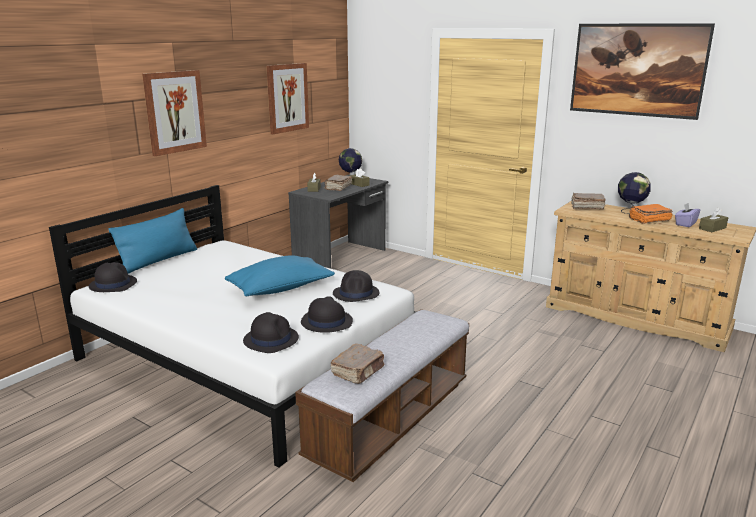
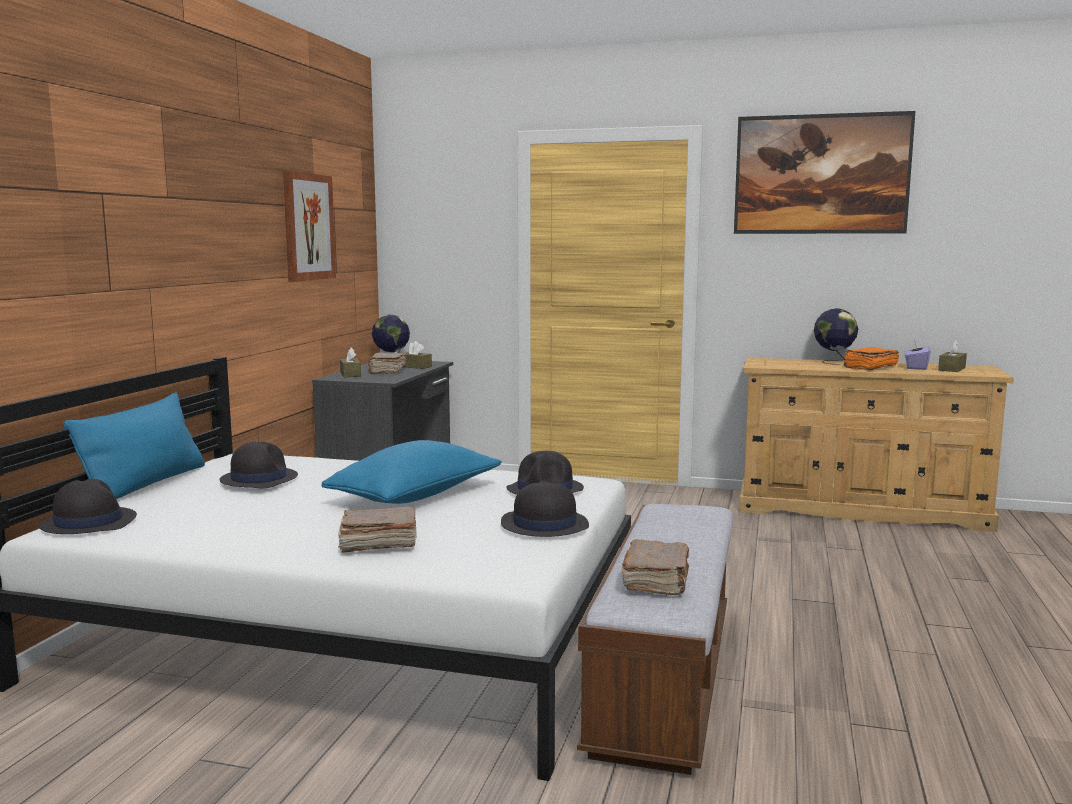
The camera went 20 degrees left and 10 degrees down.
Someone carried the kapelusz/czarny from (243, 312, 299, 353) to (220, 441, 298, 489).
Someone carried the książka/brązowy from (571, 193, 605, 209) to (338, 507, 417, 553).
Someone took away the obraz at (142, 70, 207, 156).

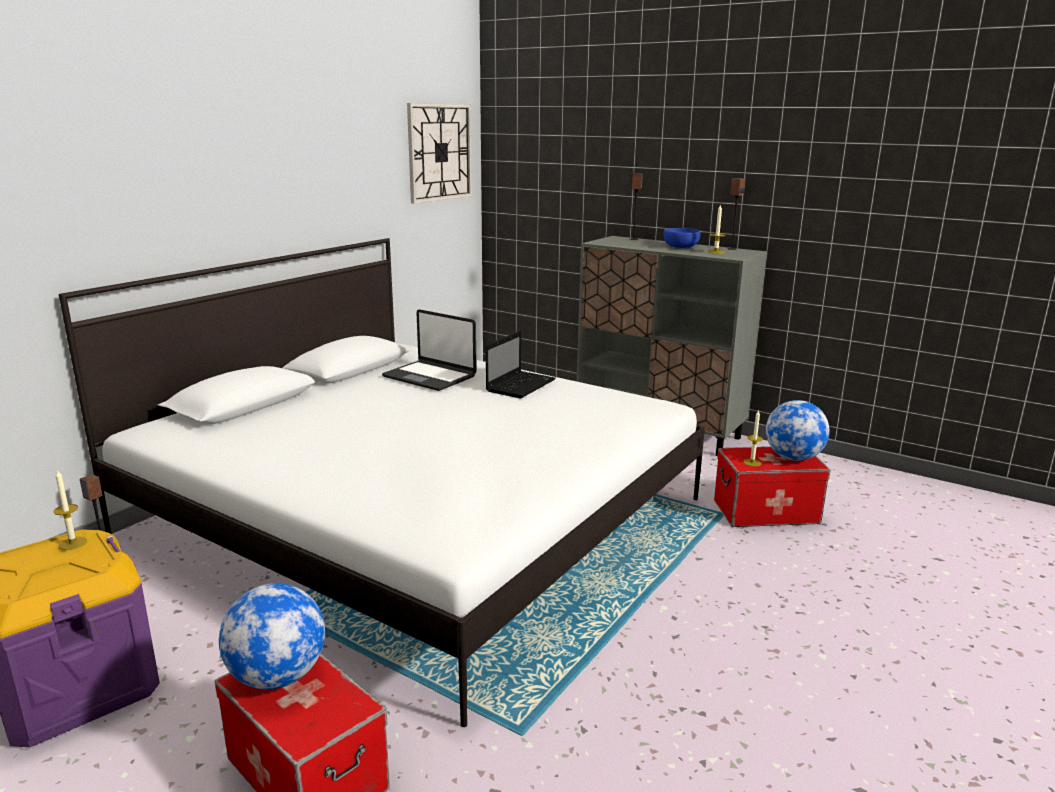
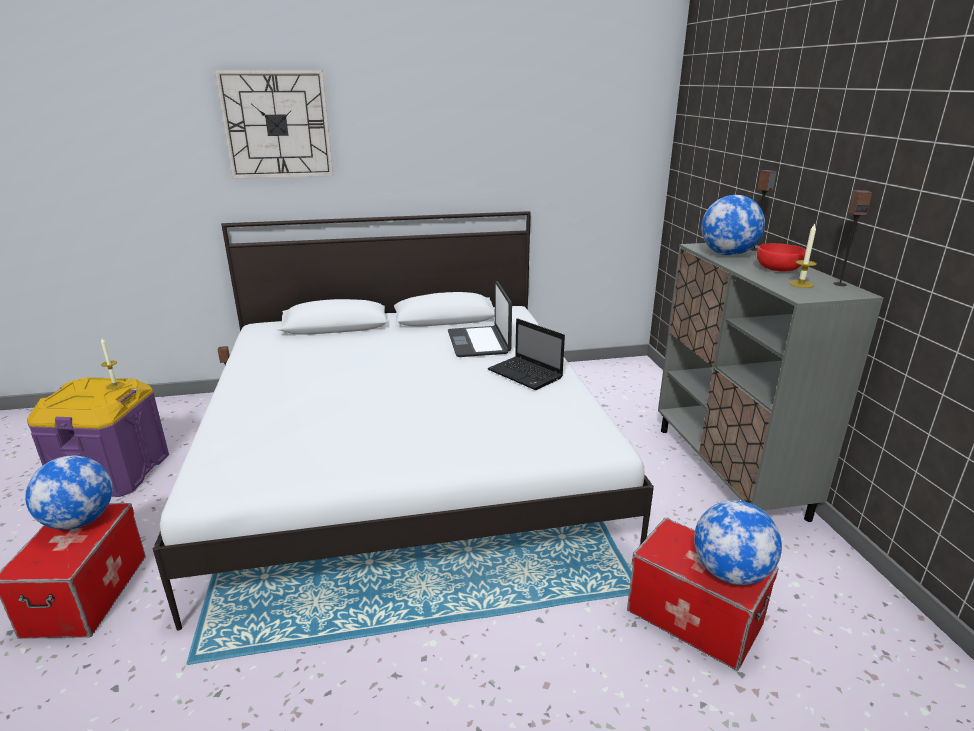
The camera went 45 degrees right and 5 degrees up.
Someone carried the zegar ścienny from (407, 103, 472, 204) to (214, 70, 333, 179).
Someone rotated the laptop at (486, 331, 556, 398) by 60 degrees clockwise.
Someone put down the globus at (701, 195, 765, 256).
Someone repainted the miska/niebieski at (663, 228, 700, 248), which became the miska/czerwony at (757, 243, 806, 272).
Someone took away the świeca at (743, 410, 763, 467).

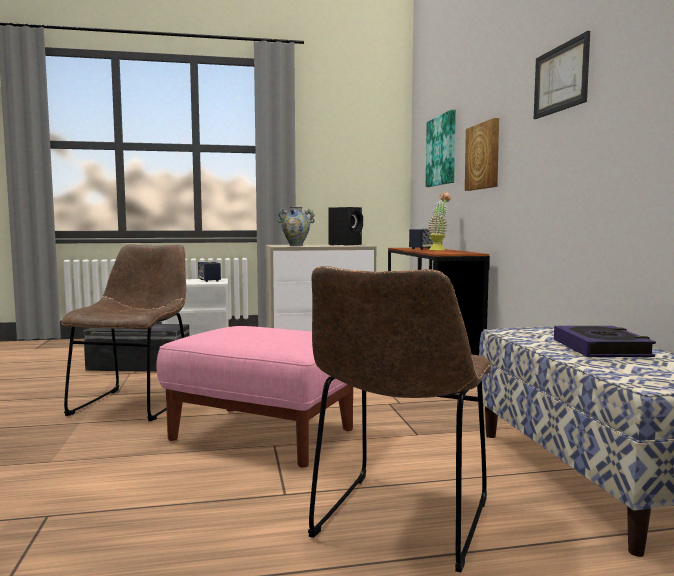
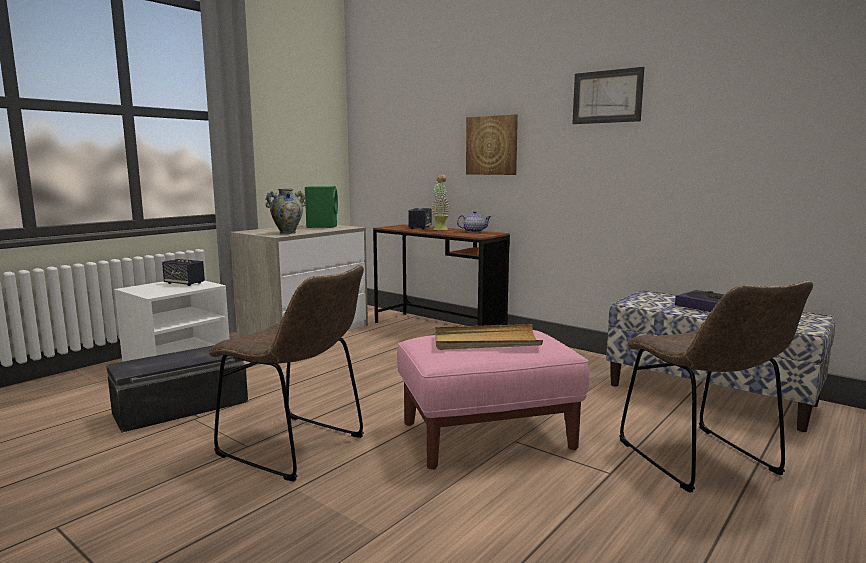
The camera went 40 degrees left and 5 degrees up.
Someone rotated the krzesło/brązowy at (61, 244, 186, 421) by 150 degrees clockwise.
Someone repainted the głośnik/czarny at (328, 207, 363, 246), which became the głośnik/zielony at (305, 186, 338, 228).
Someone put down the taca/beżowy at (435, 324, 543, 350).
Someone put down the imbryk at (457, 211, 492, 233).
Someone took away the obraz at (426, 110, 456, 187).

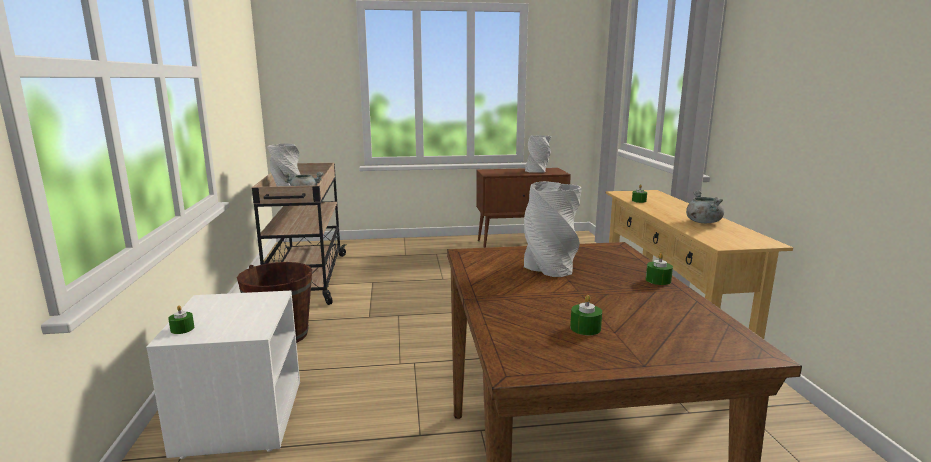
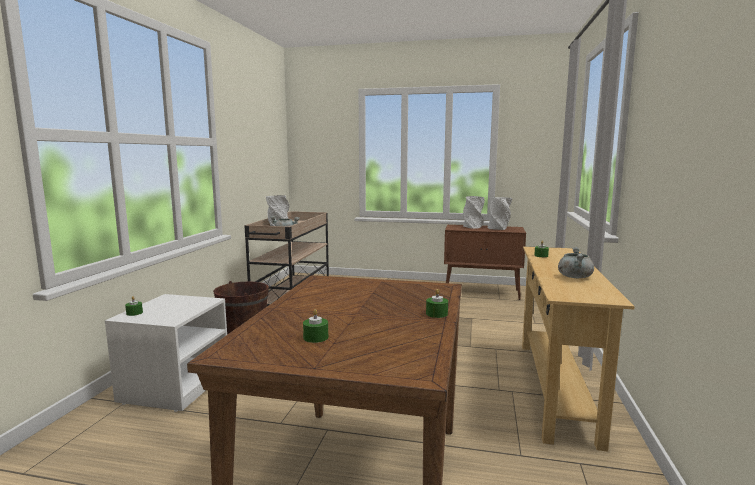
The camera went 20 degrees right and 5 degrees down.
Someone carried the wazon/szary from (524, 181, 582, 277) to (463, 196, 485, 229).

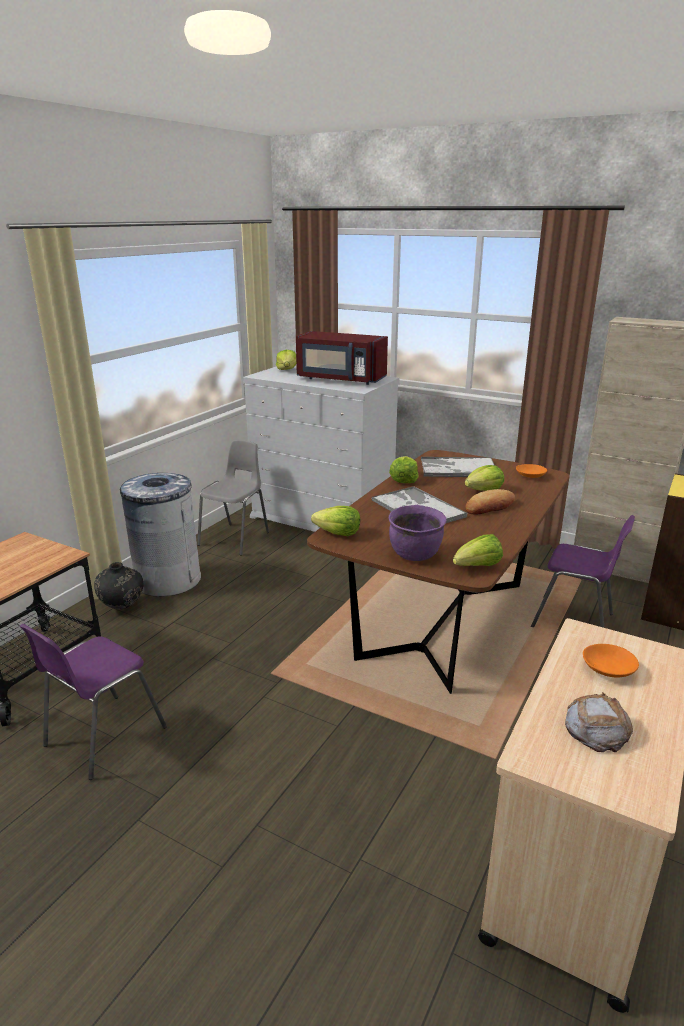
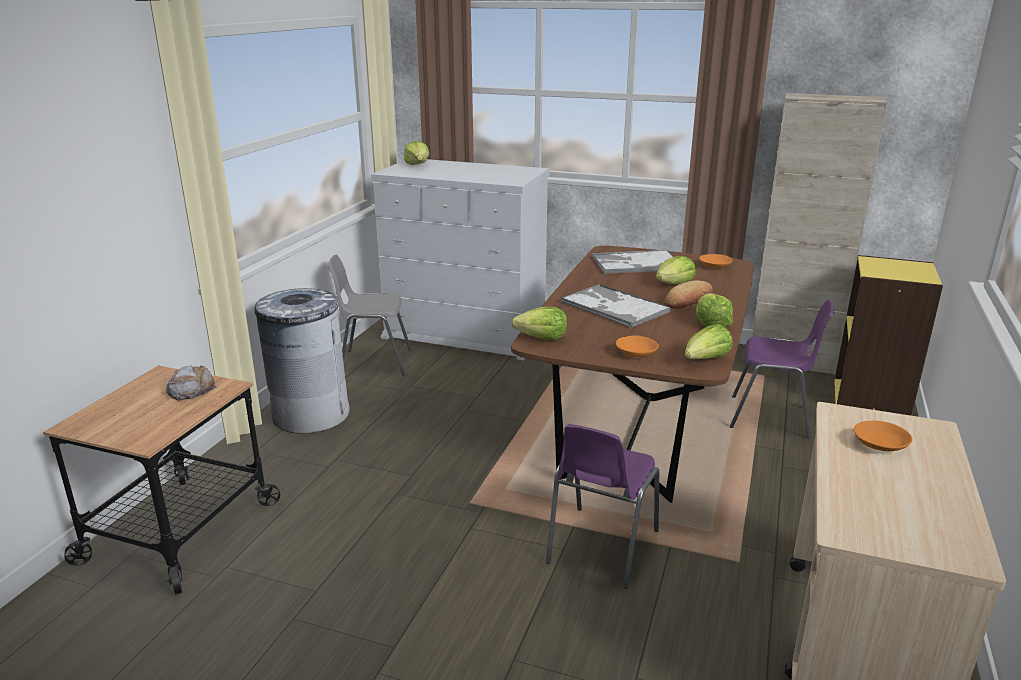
The camera went 10 degrees left and 0 degrees up.
Someone carried the chleb from (565, 692, 633, 752) to (166, 365, 216, 400).
Someone rotated the krzesło/szary at (197, 440, 269, 556) by 105 degrees counterclockwise.
Someone carried the krzesło/fioletowy from (19, 624, 167, 780) to (546, 424, 659, 589).
Someone swapped the garnek/fioletowy at (389, 505, 446, 561) for the miska/pomarańczowy at (616, 335, 659, 357).
Someone carried the sałata from (389, 456, 418, 483) to (696, 293, 733, 327).
Someone took away the wazon/czarny at (94, 562, 143, 610).
Someone took away the mikrofalówka/czerwony at (296, 331, 388, 385).

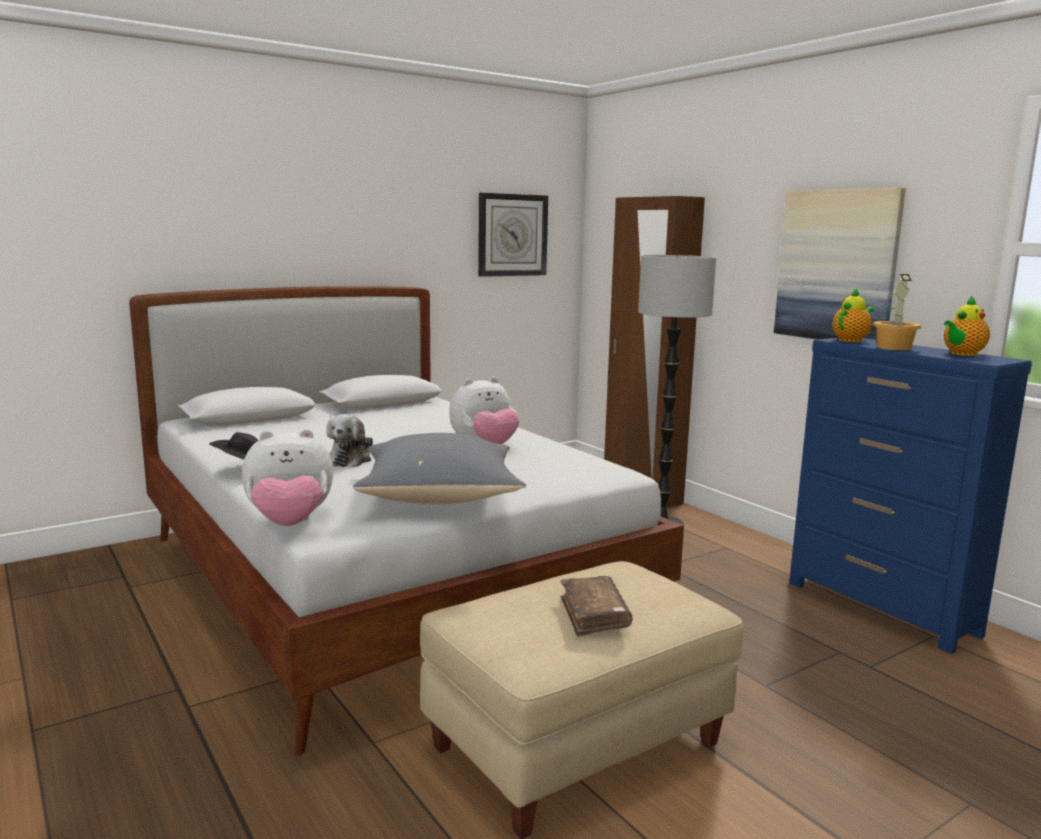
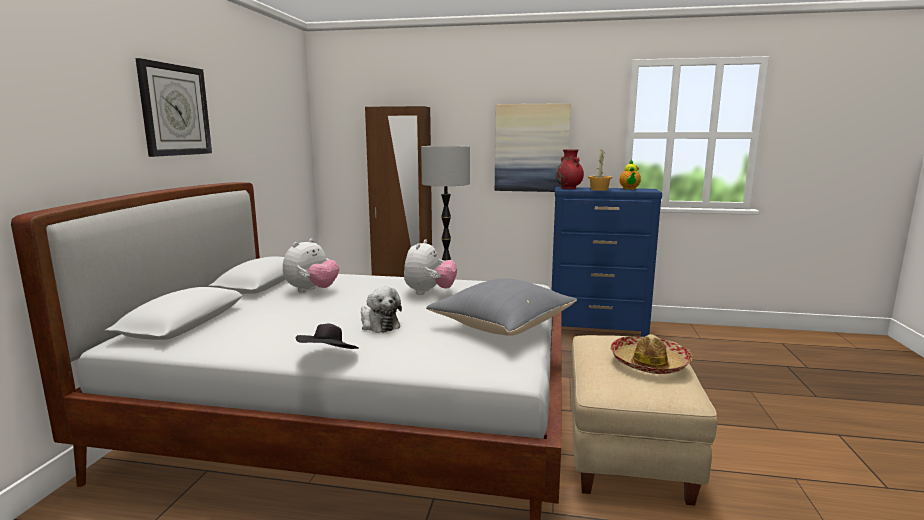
The camera went 45 degrees left and 0 degrees up.
Someone carried the zegar ścienny from (478, 193, 548, 277) to (135, 58, 212, 157).
Someone carried the pluszak from (242, 429, 333, 526) to (283, 238, 339, 292).
Someone swapped the imbryk at (832, 288, 874, 342) for the wazon/czerwony at (555, 149, 584, 189).
Someone swapped the książka/brązowy at (560, 576, 632, 637) for the kapelusz at (610, 334, 693, 374).

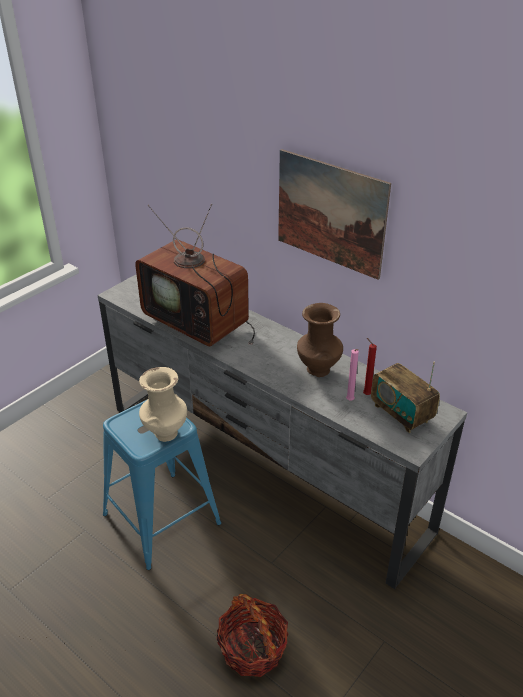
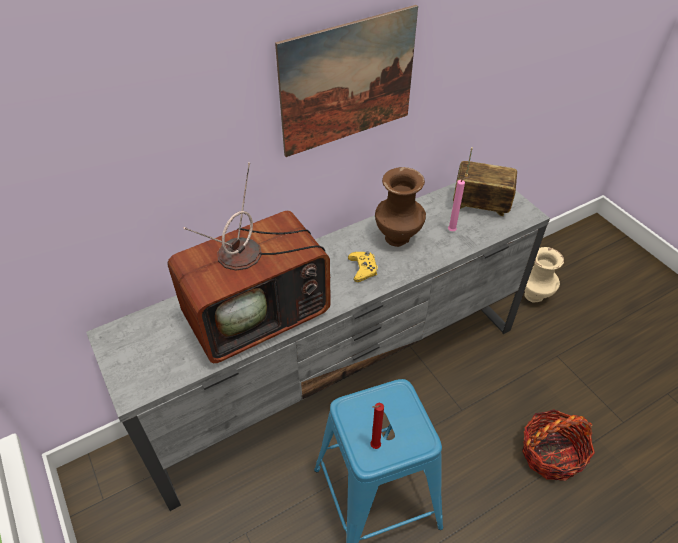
The camera went 70 degrees left and 10 degrees up.
Someone put down the pad do gier/żółty at (348, 251, 378, 282).
Someone carried the świeca/czerwony from (363, 338, 377, 395) to (370, 403, 384, 449).
Someone rotated the radio at (371, 362, 440, 433) by 150 degrees counterclockwise.
Someone carried the wazon/beżowy from (139, 367, 187, 442) to (524, 247, 564, 303).

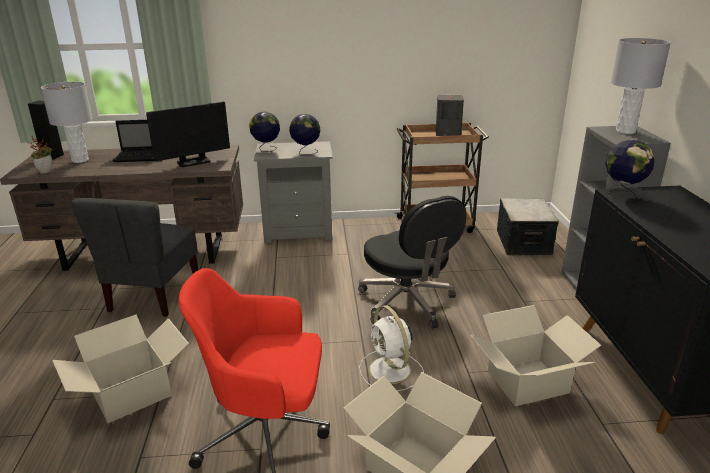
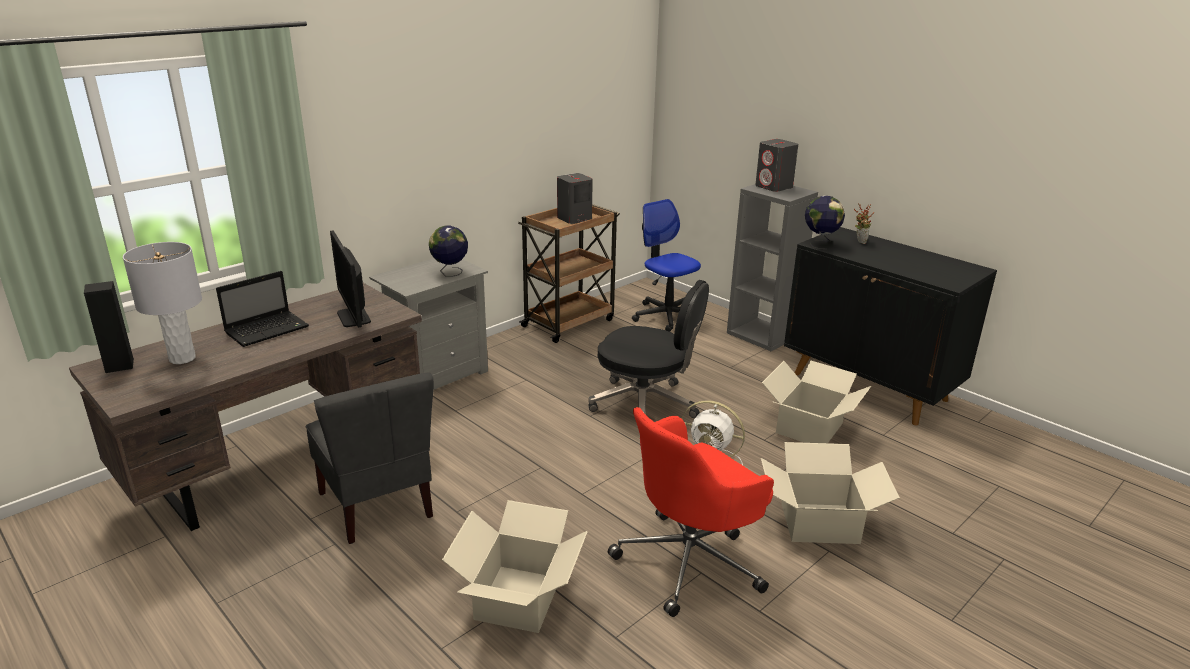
The camera went 40 degrees left and 0 degrees up.
Someone rotated the monitor at (146, 102, 230, 167) by 135 degrees clockwise.
Someone swapped the pojemnik do przechowywania at (497, 198, 559, 256) for the krzesło biurowe at (632, 199, 701, 332).
Someone swapped the lampa stołowa/szary at (611, 38, 671, 134) for the głośnik/szary at (755, 139, 798, 192).
Someone carried the roślina doniczkowa from (30, 135, 53, 174) to (854, 204, 874, 244).
Someone took away the globus at (249, 112, 280, 152).

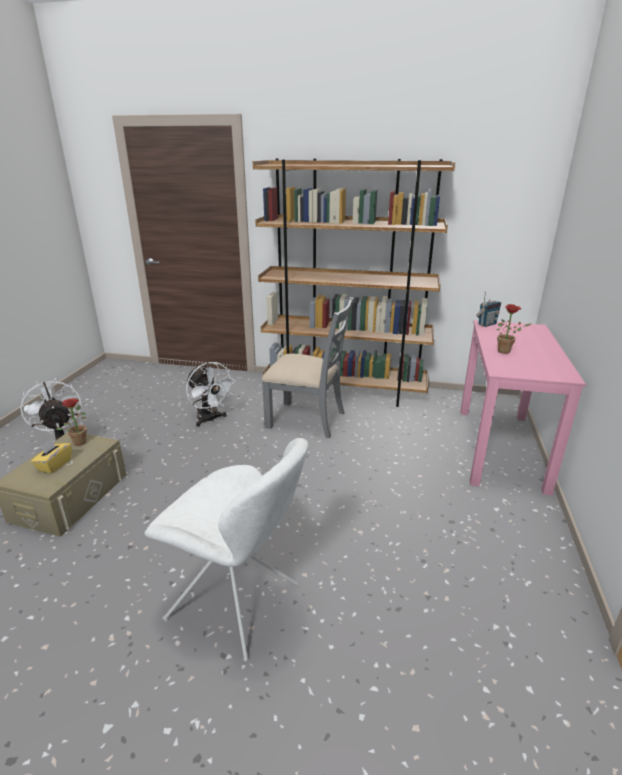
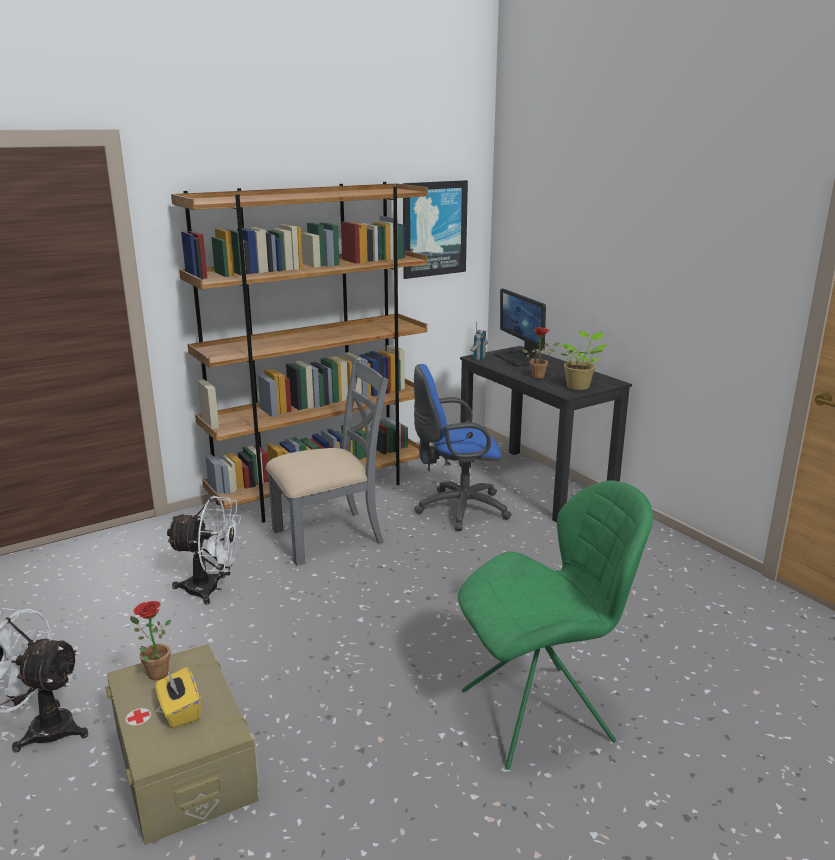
The camera went 45 degrees left and 5 degrees down.
Someone put up the obraz at (403, 180, 468, 279).
Someone put down the krzesło biurowe/niebieski at (414, 364, 512, 531).
Someone repainted the krzesło/biały at (144, 438, 309, 661), which became the krzesło/zielony at (458, 480, 653, 770).
Someone repainted the biurko/różowy at (461, 320, 586, 496), which became the biurko/czarny at (460, 346, 632, 523).
Someone put down the monitor at (494, 289, 546, 367).
Someone put down the roślina doniczkowa at (559, 330, 607, 390).

